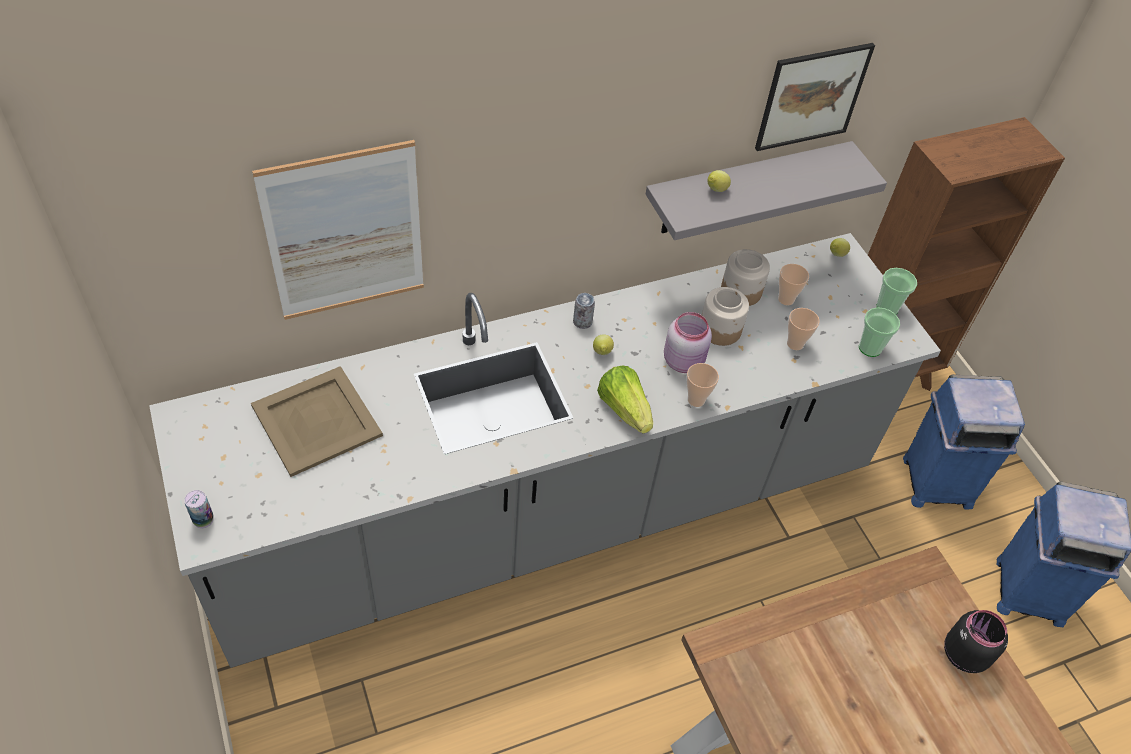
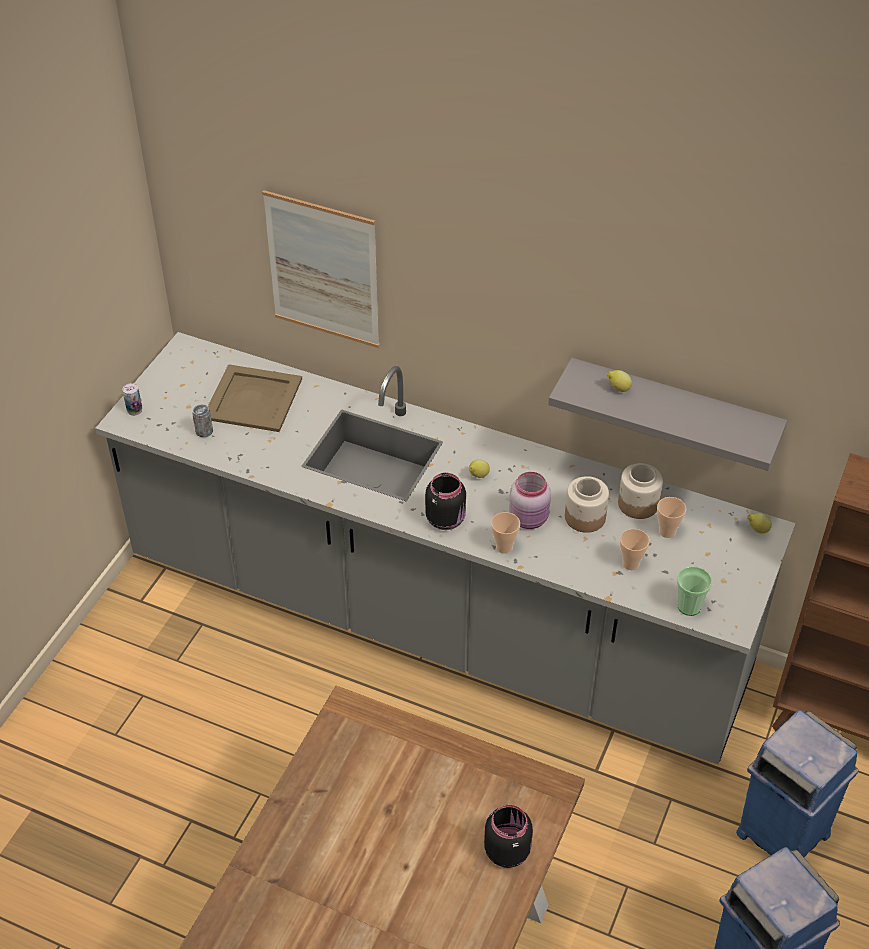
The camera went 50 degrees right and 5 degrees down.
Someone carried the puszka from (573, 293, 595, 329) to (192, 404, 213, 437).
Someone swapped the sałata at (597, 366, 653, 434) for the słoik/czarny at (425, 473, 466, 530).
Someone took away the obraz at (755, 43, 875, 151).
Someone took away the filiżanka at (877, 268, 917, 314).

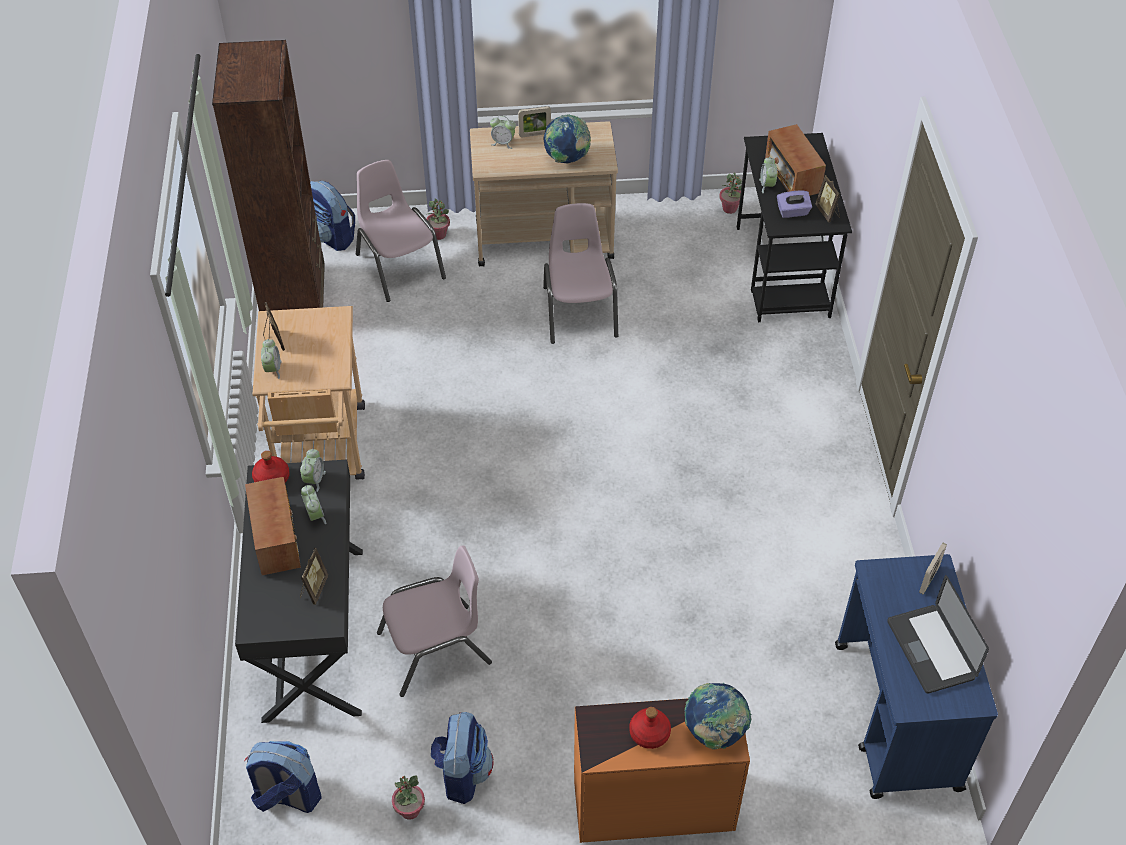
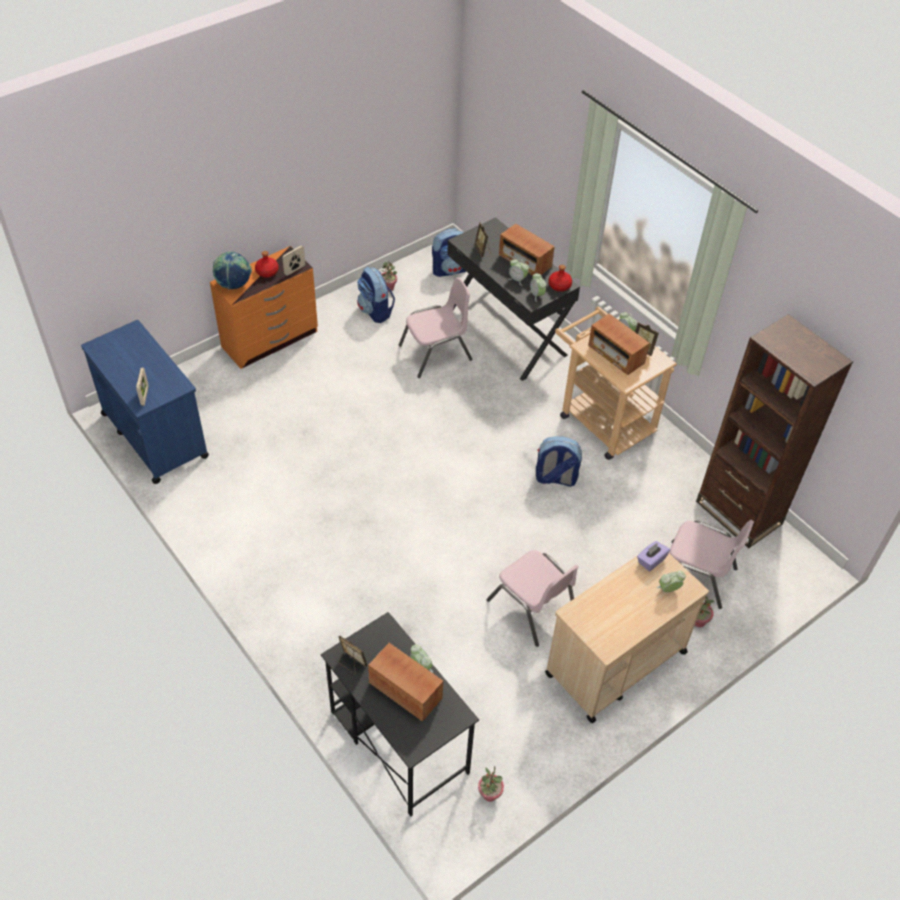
The camera went 145 degrees right and 0 degrees up.
Someone carried the ramka na zdjęcie from (518, 106, 551, 137) to (282, 246, 305, 276).
Someone rotated the krzesło/różowy at (377, 545, 492, 697) by 150 degrees counterclockwise.
Someone carried the plecak from (310, 180, 355, 251) to (536, 436, 582, 486).
Someone put down the radio at (588, 314, 650, 375).
Someone carried the pudełko chusteczek/fioletowy from (777, 191, 812, 218) to (637, 541, 670, 571).
Someone took away the globus at (543, 115, 591, 164).
Someone took away the laptop at (887, 575, 989, 694).

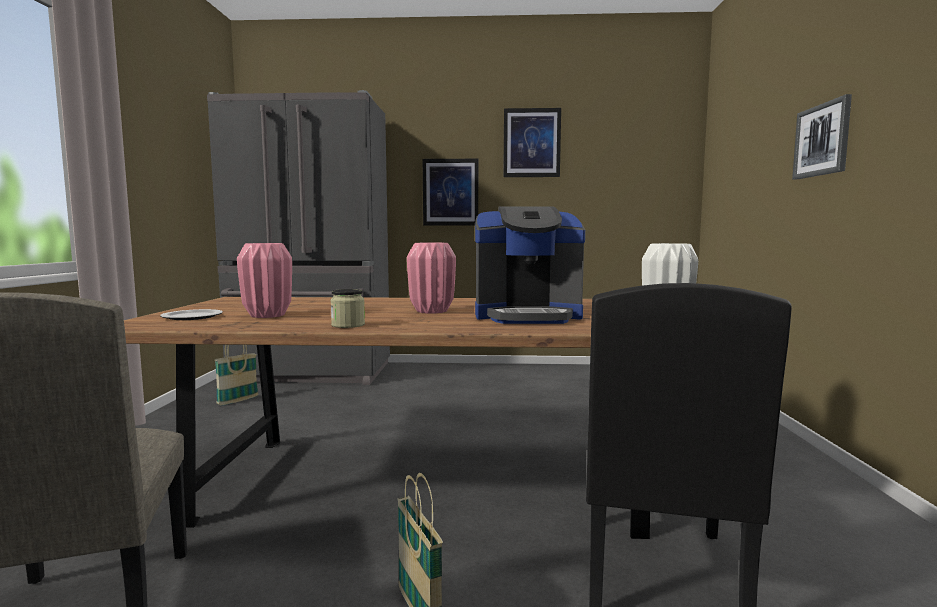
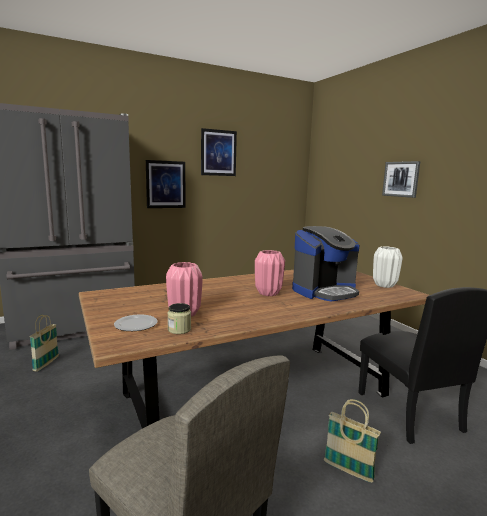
The camera went 30 degrees left and 5 degrees up.
Someone carried the słoik from (331, 289, 365, 328) to (167, 303, 191, 334).

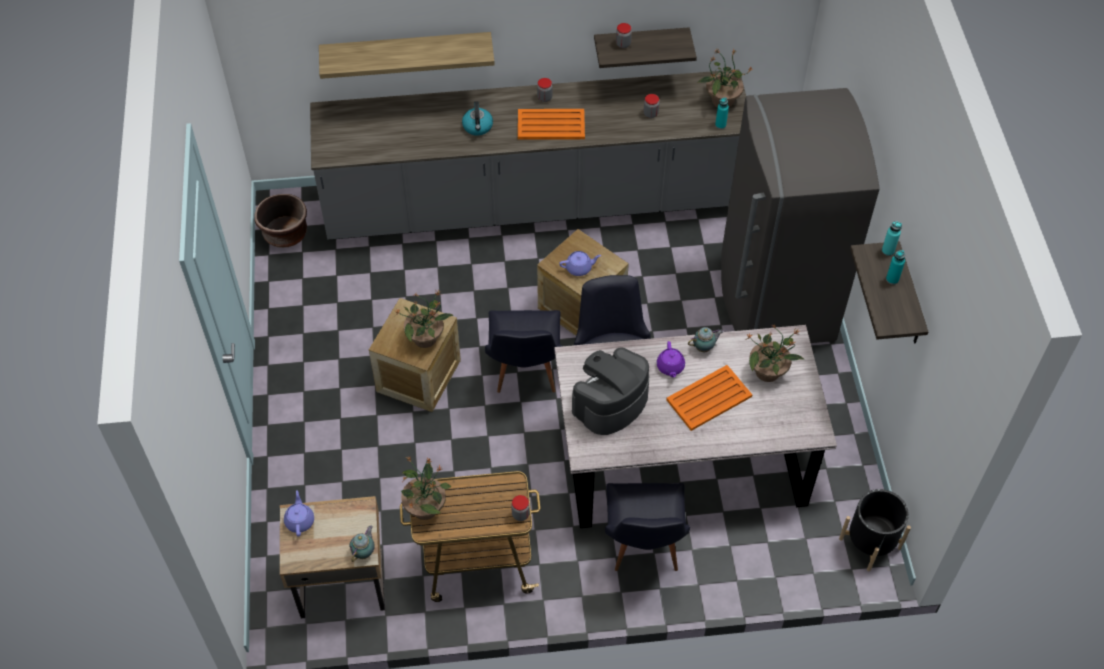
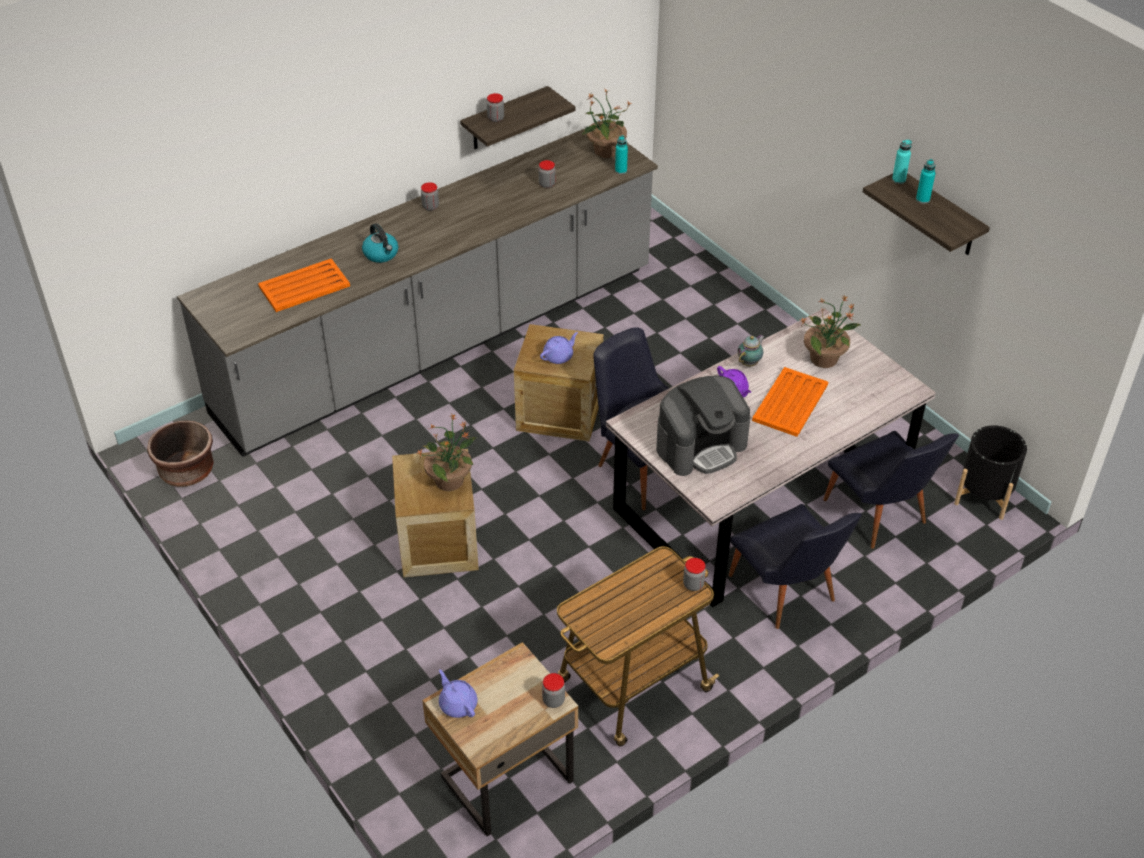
The camera went 30 degrees left and 10 degrees down.
Someone carried the taca/pomarańczowy from (518, 109, 585, 140) to (258, 258, 350, 312).
Someone swapped the imbryk at (349, 525, 375, 562) for the słoik at (542, 673, 565, 708).
Someone rotated the ekspres do kawy at (572, 347, 649, 435) by 135 degrees counterclockwise.
Someone carried the krzesło/czarny from (485, 310, 562, 393) to (823, 431, 959, 549).
Someone took away the półka at (319, 32, 495, 79).
Someone took away the roślina doniczkowa at (401, 456, 452, 520).
Someone took away the lodówka/szary at (721, 88, 880, 343).

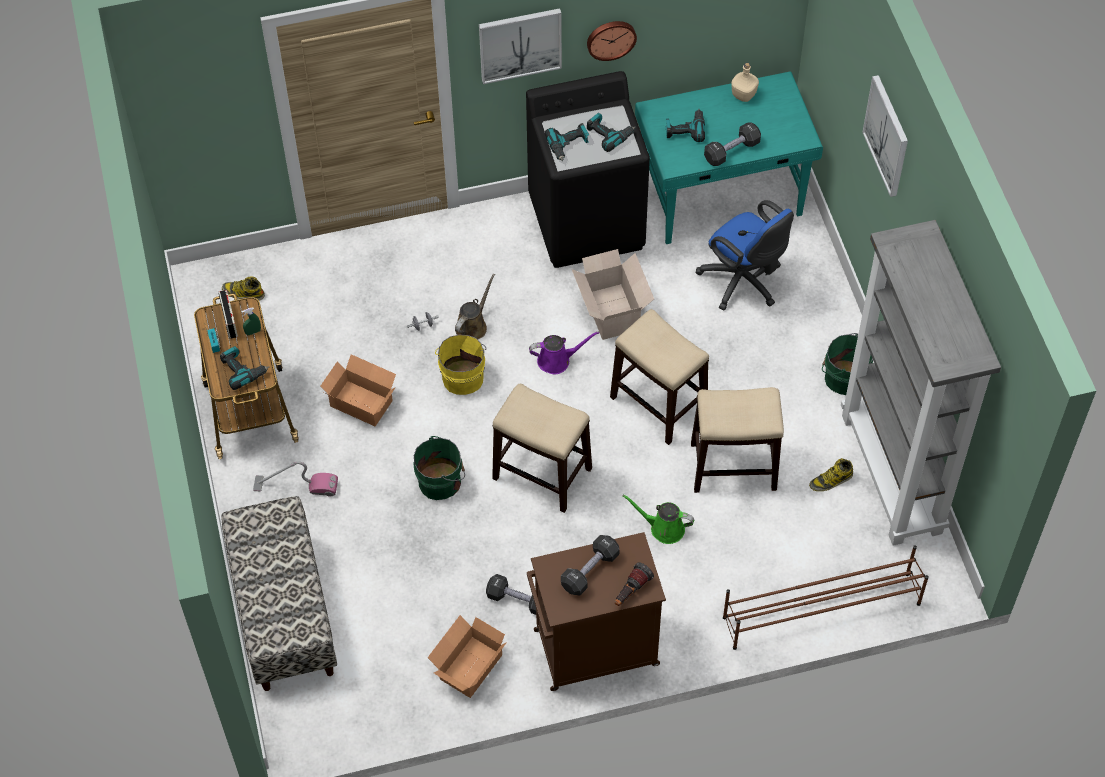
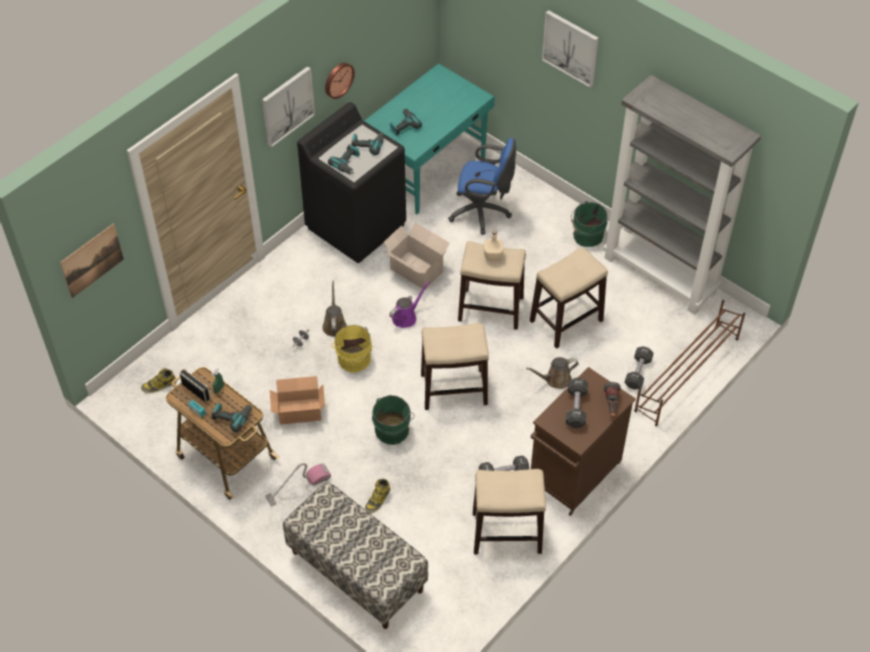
The camera went 35 degrees left and 5 degrees down.
Someone put up the obraz at (60, 223, 124, 298).
Someone carried the but z cholewką from (809, 458, 853, 491) to (365, 479, 390, 514).
Someone swapped the karton at (427, 615, 507, 698) for the stołek at (473, 469, 546, 554).
Someone carried the butelka/beżowy from (731, 63, 759, 102) to (484, 231, 504, 261).
Someone repainted the konewka/zielony at (622, 494, 694, 544), which became the konewka/brązowy at (526, 357, 579, 389).
Someone carried the hantel/czarny from (704, 123, 761, 166) to (625, 346, 654, 390).

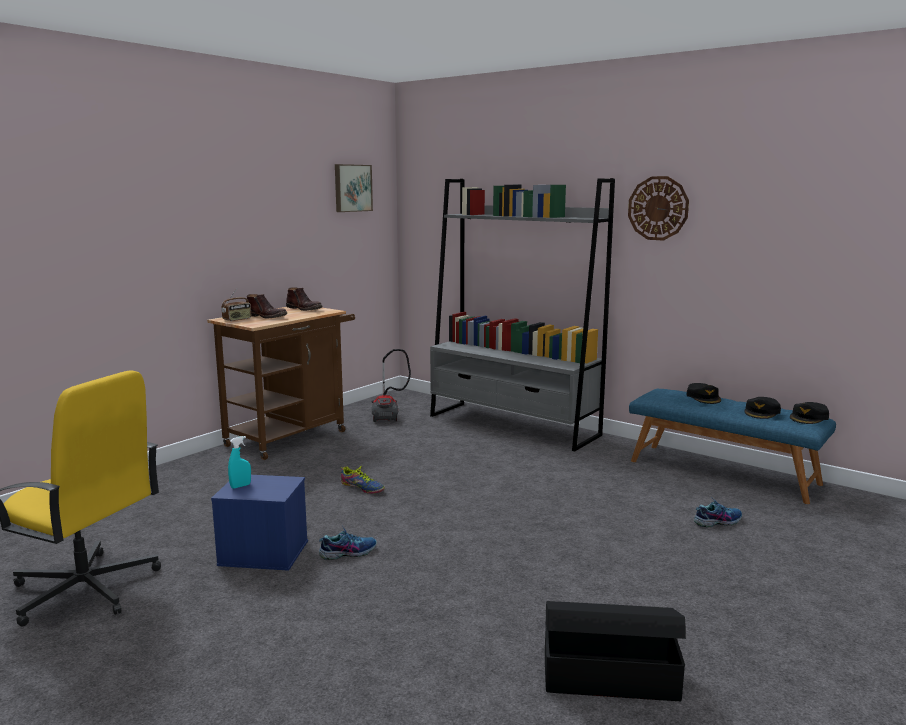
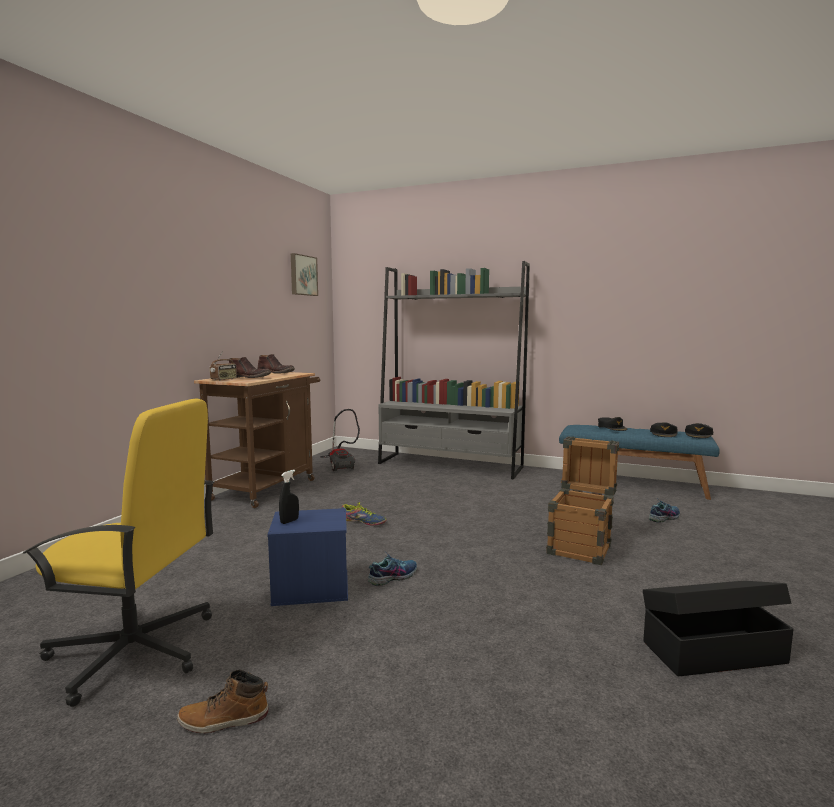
The camera went 15 degrees left and 5 degrees down.
Someone put down the but z cholewką at (177, 670, 269, 734).
Someone repainted the spryskiwacz/turkusowy at (228, 436, 251, 489), which became the spryskiwacz/czarny at (279, 470, 299, 524).
Someone put down the skrzynka at (546, 436, 619, 565).
Someone took away the zegar ścienny at (628, 176, 689, 240).

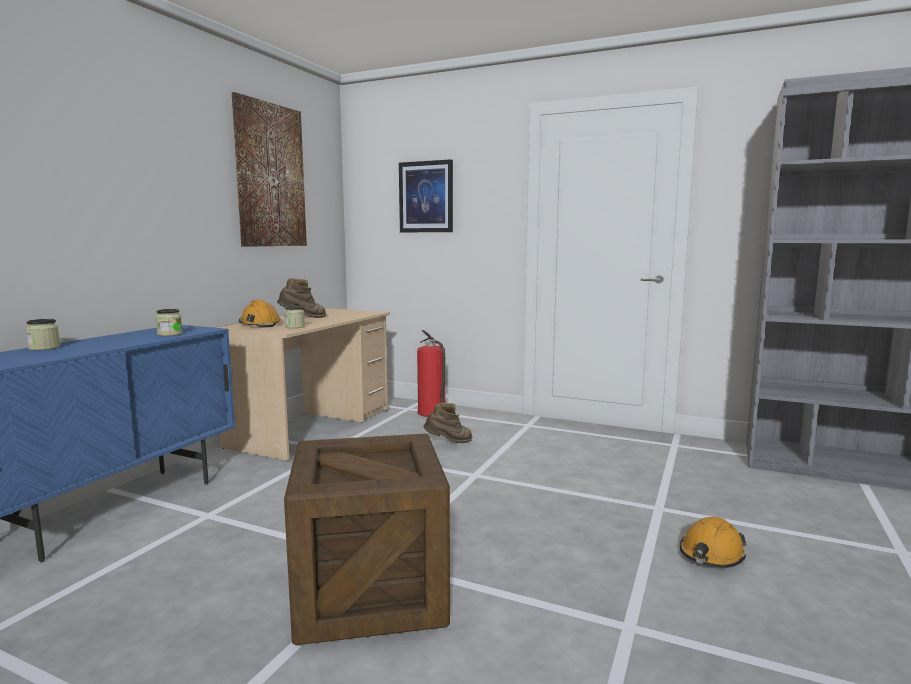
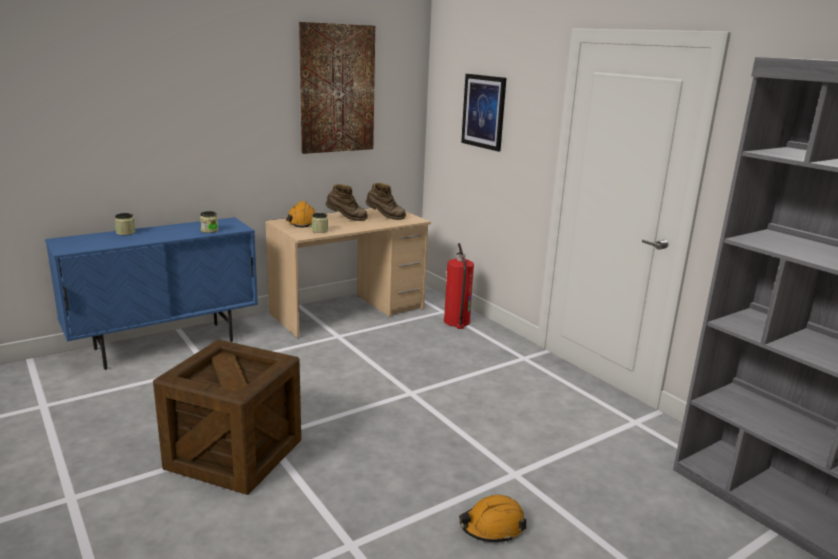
The camera went 30 degrees right and 10 degrees up.
Someone carried the but z cholewką/brązowy from (423, 403, 472, 443) to (366, 183, 406, 220).

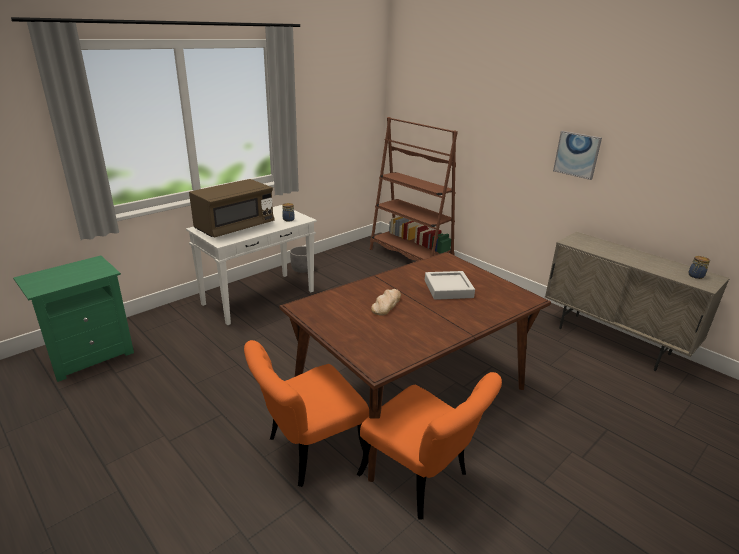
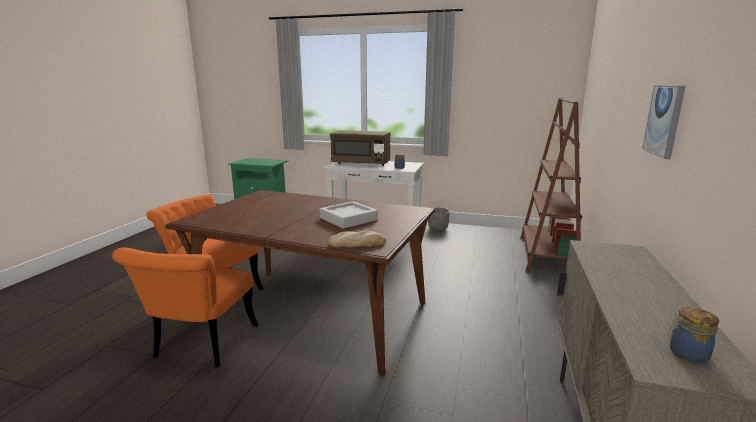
The camera went 60 degrees right and 10 degrees down.
Someone carried the chleb from (371, 289, 401, 316) to (329, 230, 386, 247).

